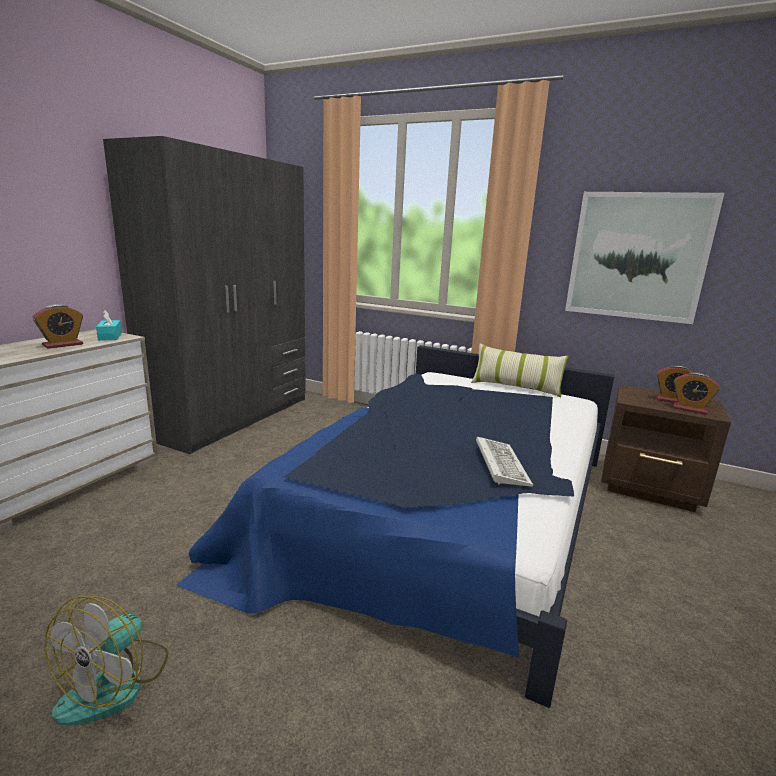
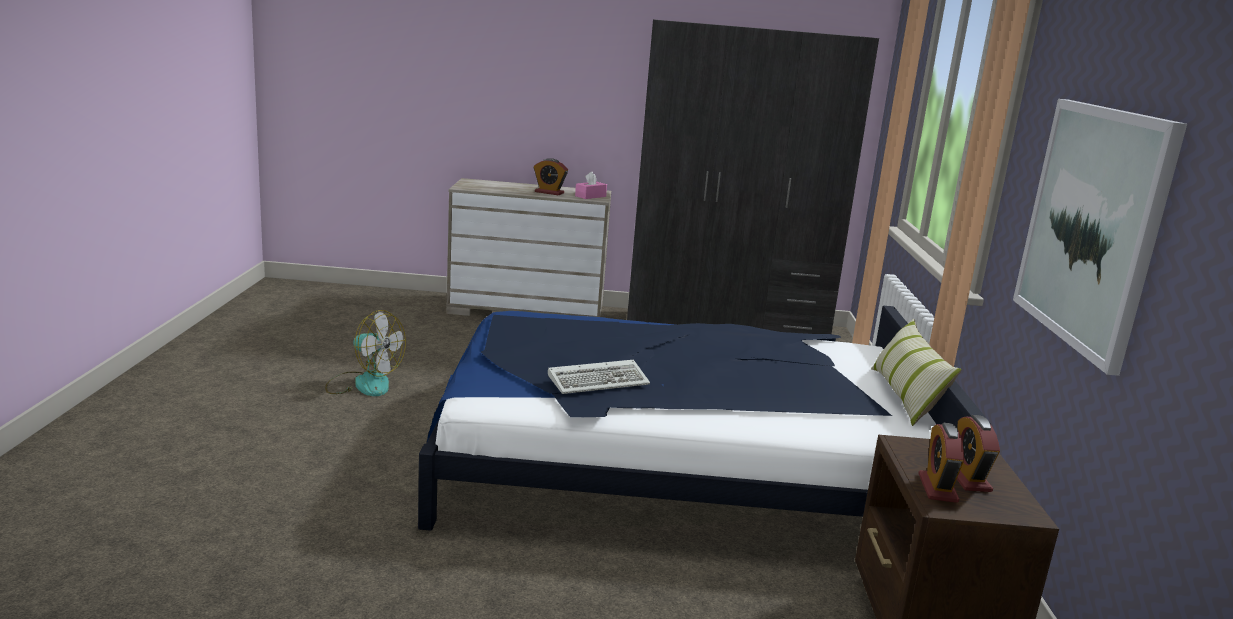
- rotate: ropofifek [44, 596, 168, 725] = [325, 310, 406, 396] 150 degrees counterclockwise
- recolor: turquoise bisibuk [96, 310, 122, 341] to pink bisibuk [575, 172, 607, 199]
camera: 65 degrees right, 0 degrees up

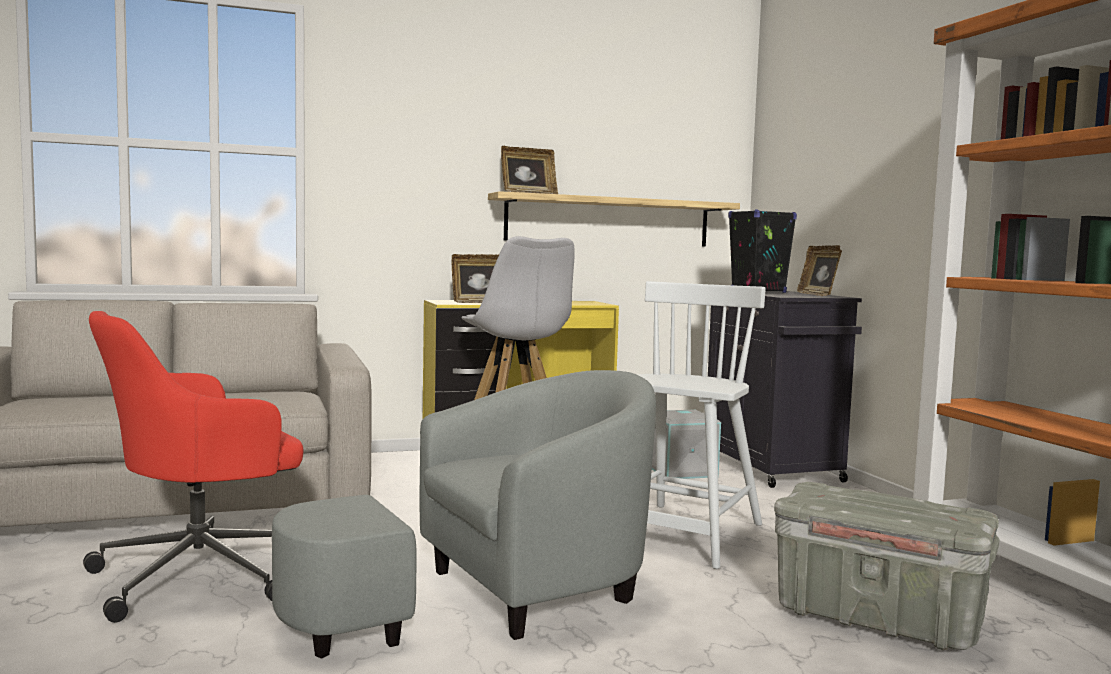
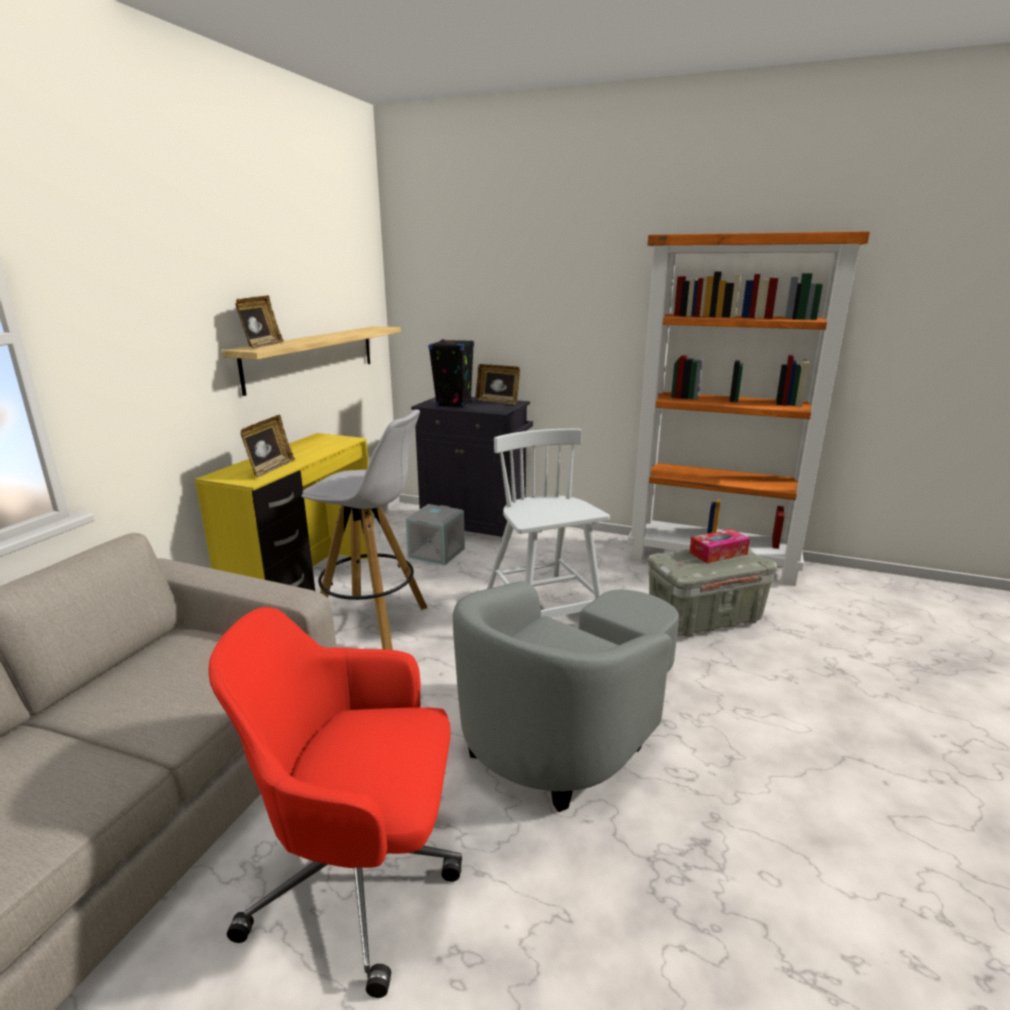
- rotate: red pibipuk [83, 311, 304, 623] = [208, 607, 462, 998] 90 degrees clockwise
- rotate: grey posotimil [272, 370, 656, 659] = [453, 581, 679, 812] 150 degrees counterclockwise
- insert: bisibuk [689, 529, 750, 564]
camera: 50 degrees left, 15 degrees up

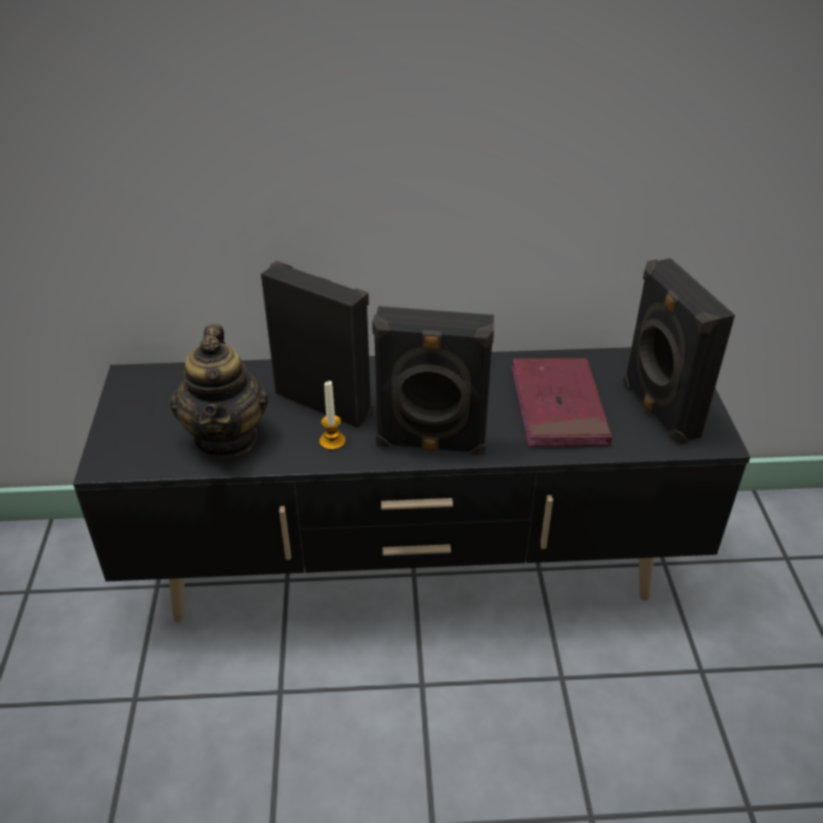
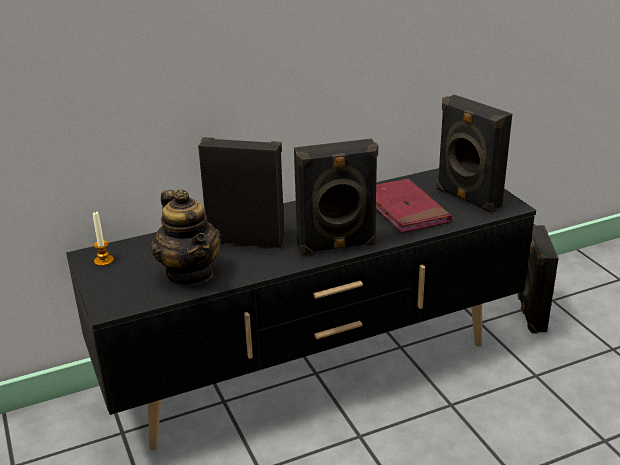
- move: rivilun [319, 381, 346, 450] to [93, 212, 114, 266]
- insert: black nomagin [518, 224, 559, 333]
camera: 20 degrees left, 10 degrees down

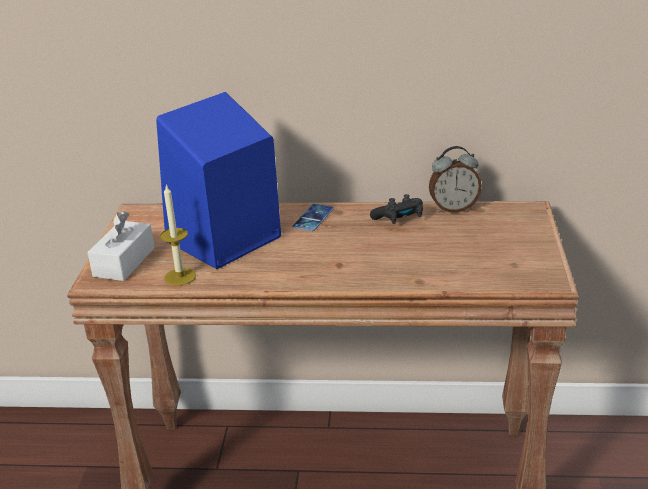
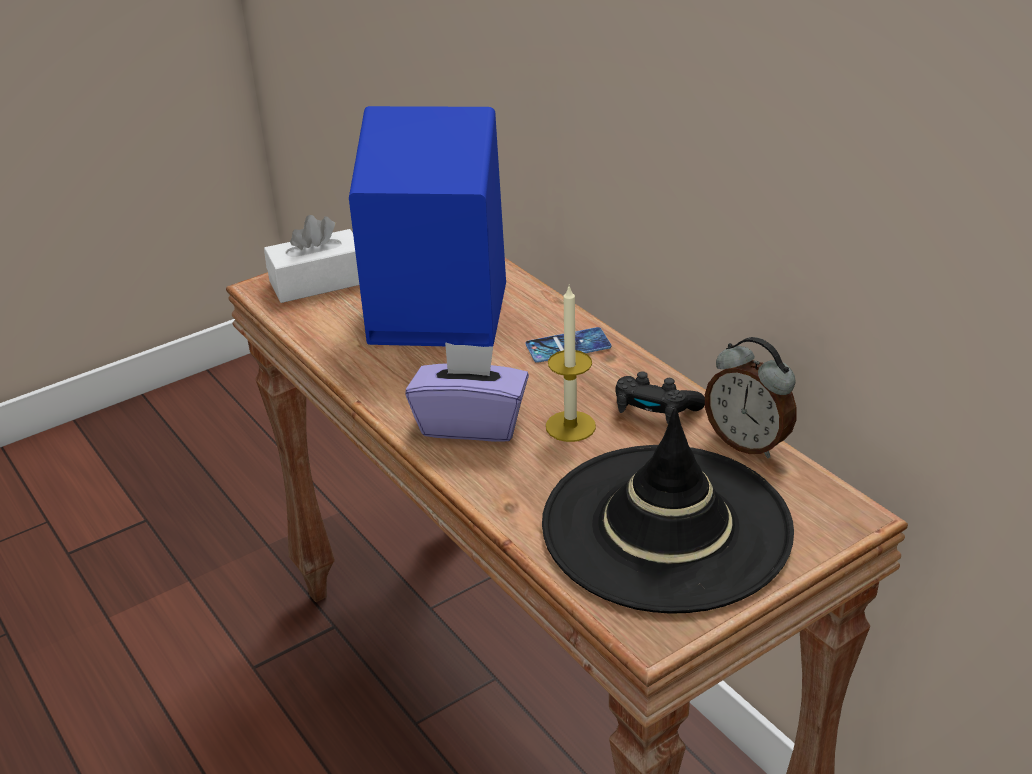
- move: rivilun [160, 184, 196, 286] to [546, 284, 596, 442]
- insert: purple bisibuk [405, 342, 529, 442]
- insert: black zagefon [542, 408, 794, 614]
camera: 50 degrees right, 5 degrees up

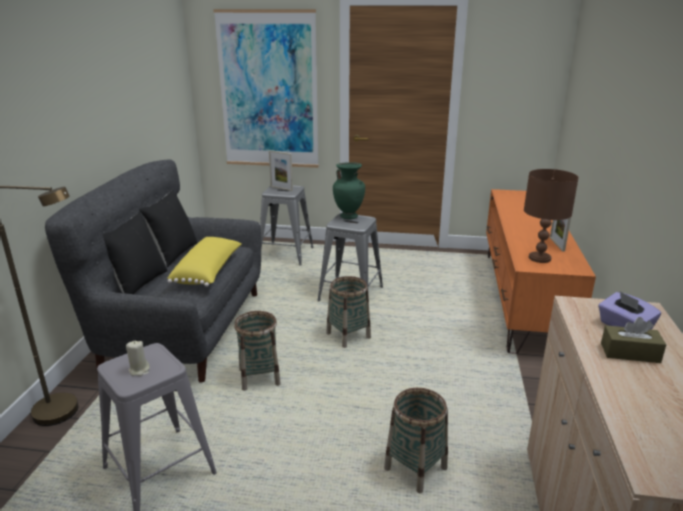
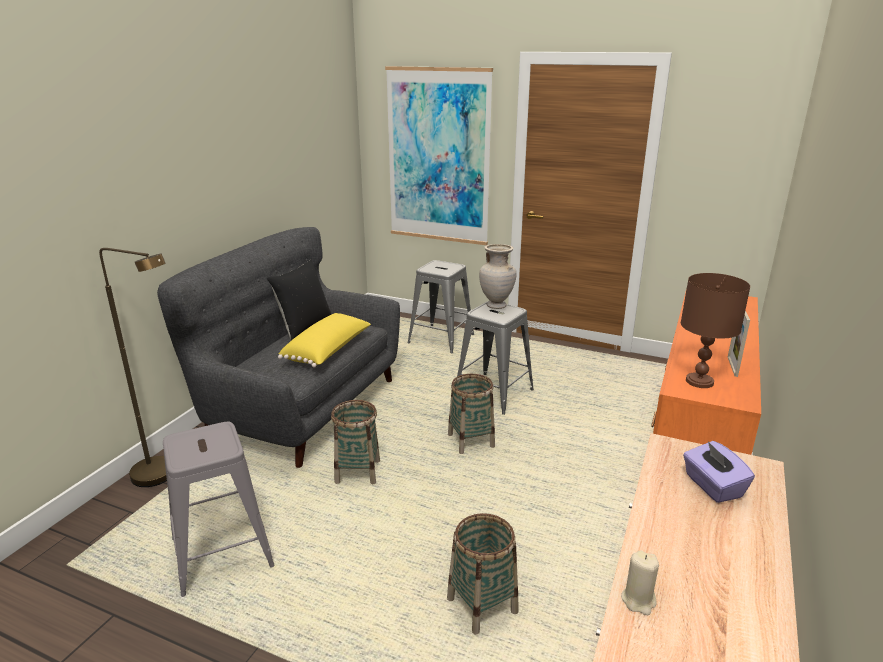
- delete: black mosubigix [103, 212, 168, 294]
- move: beige rivilun [126, 341, 150, 376] to [621, 550, 659, 615]
- delete: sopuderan [269, 150, 293, 191]
- recolor: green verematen [333, 162, 365, 219] to beige verematen [479, 244, 517, 309]
- delete: brown bisibuk [601, 317, 666, 363]
camera: 15 degrees right, 0 degrees up

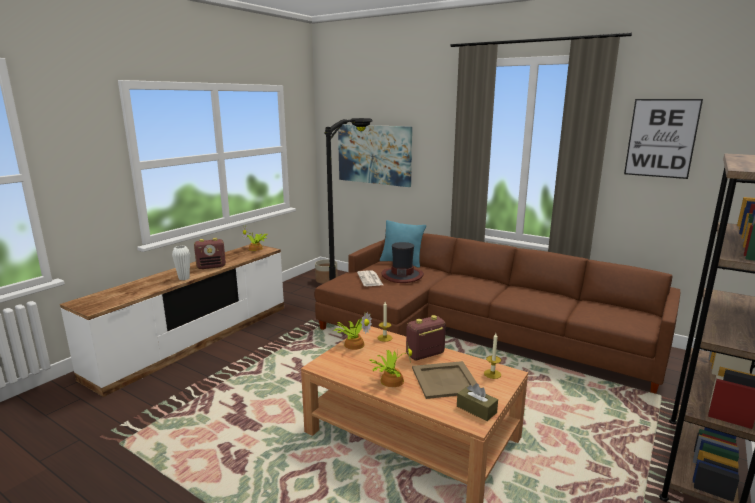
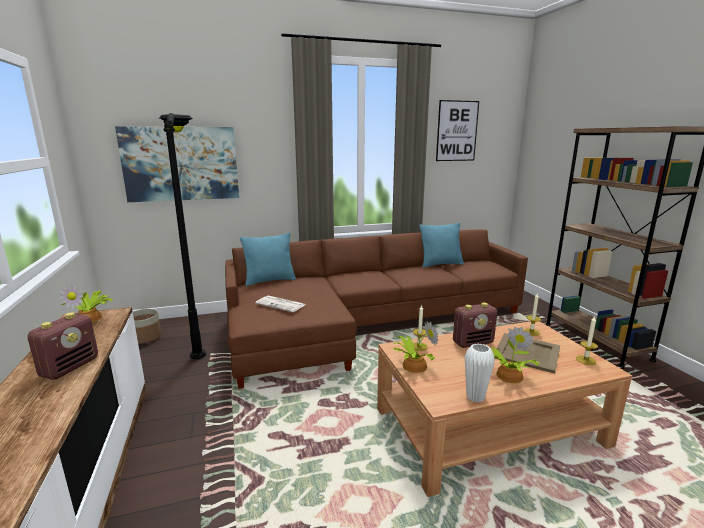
- move: white verematen [172, 246, 190, 280] to [465, 344, 495, 403]
- delete: zagefon [382, 242, 424, 283]
- rotate: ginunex [406, 315, 446, 360] = [453, 302, 497, 348] 120 degrees counterclockwise
- replace: brown bisibuk [457, 383, 498, 421] to rivilun [576, 316, 598, 365]
- insert: turquoise mosubigix [419, 222, 464, 268]
camera: 50 degrees left, 0 degrees up

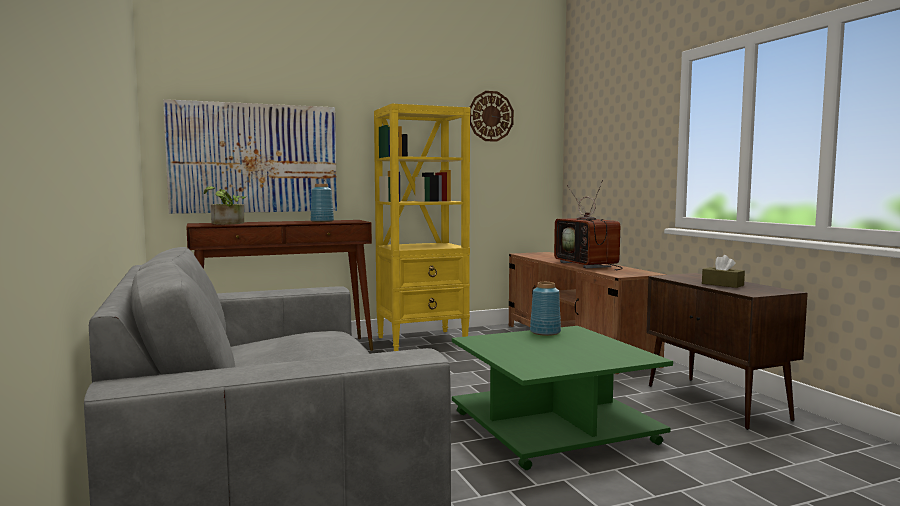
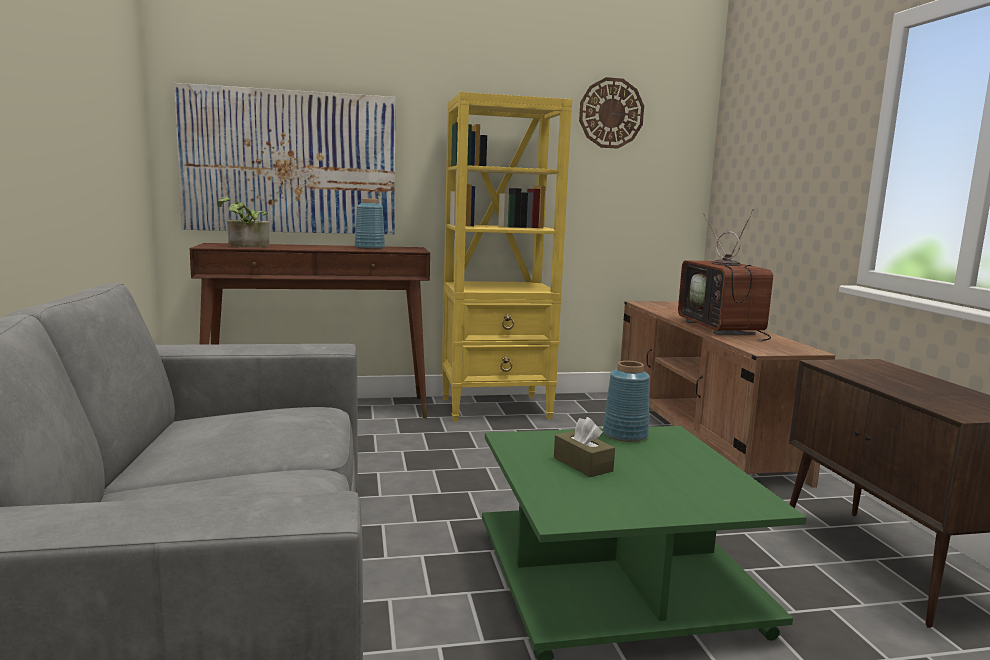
- move: brown bisibuk [702, 255, 745, 288] to [554, 417, 615, 477]
camera: 10 degrees right, 5 degrees up

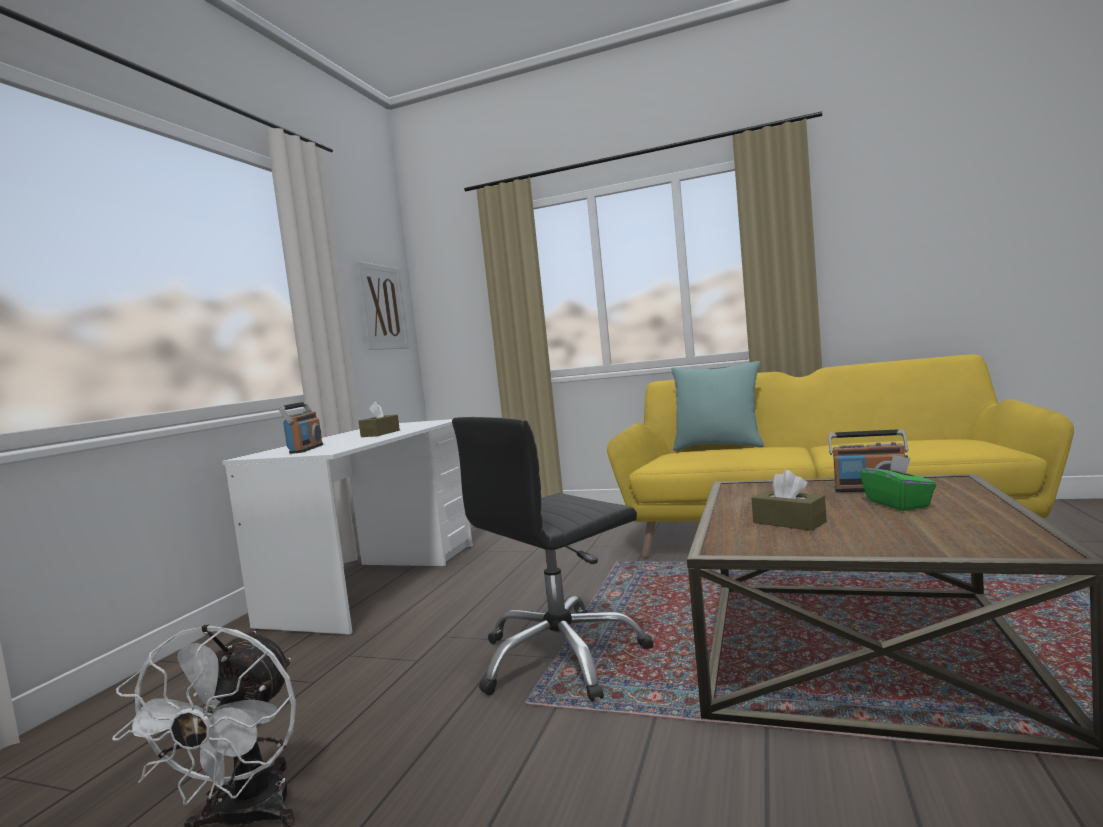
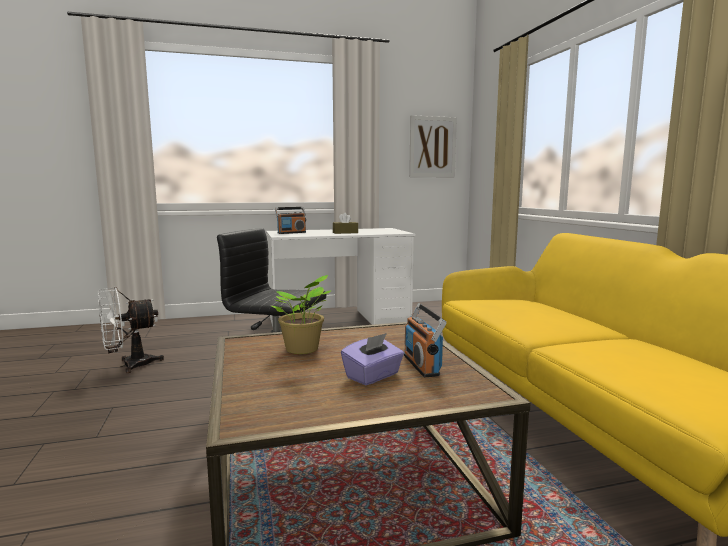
- delete: turquoise mosubigix [671, 361, 764, 451]
- replace: brown bisibuk [751, 470, 827, 531] to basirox [271, 275, 331, 354]
- recolor: green bisibuk [860, 454, 937, 511] to purple bisibuk [341, 333, 404, 385]
camera: 55 degrees right, 5 degrees up

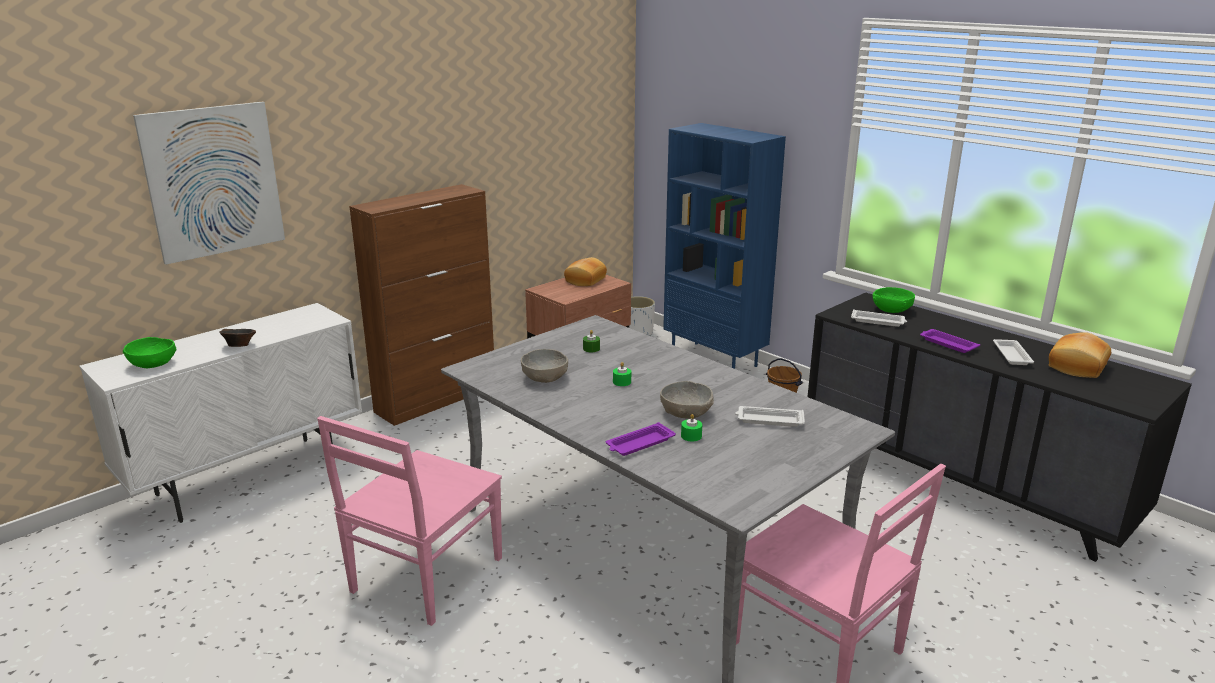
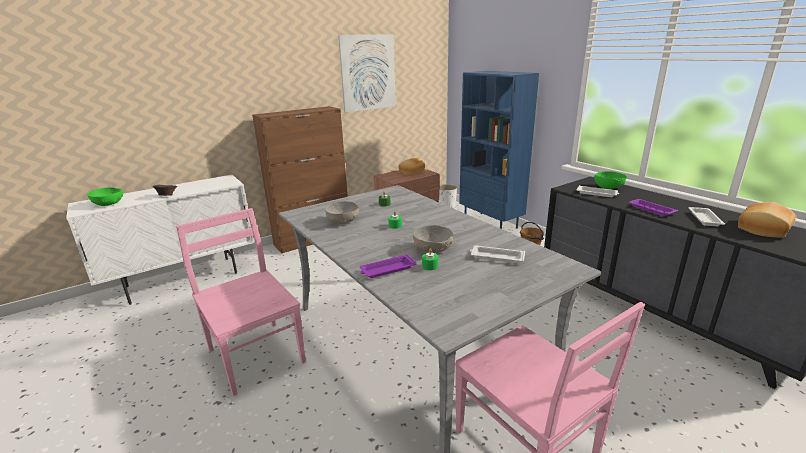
- move: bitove [133, 102, 285, 265] to [338, 34, 396, 113]
- rotate: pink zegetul [317, 416, 502, 626] = [176, 208, 306, 396] 105 degrees clockwise
camera: 10 degrees right, 0 degrees up

